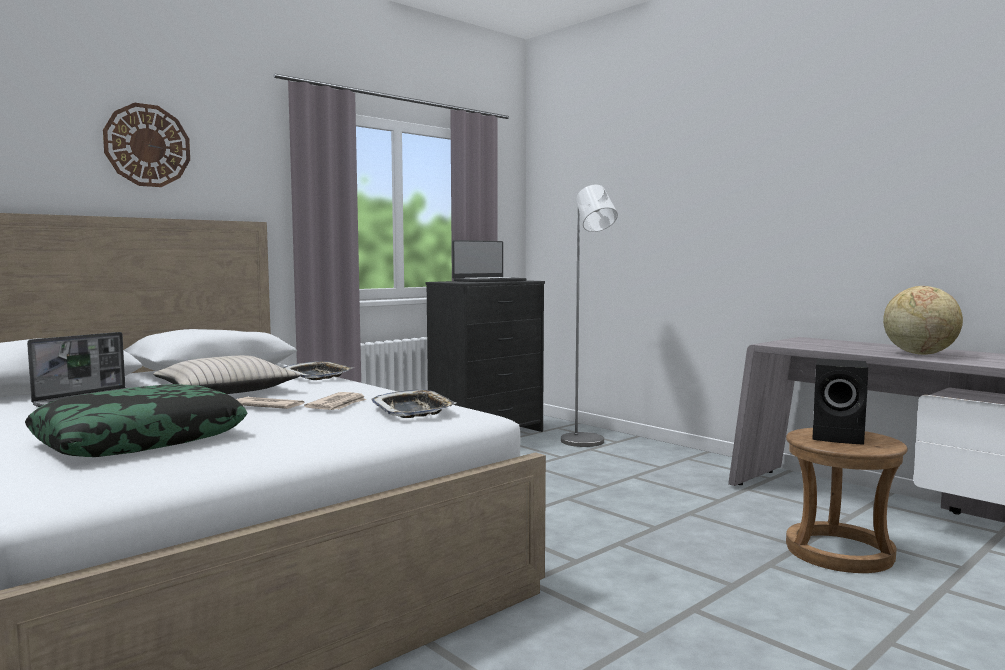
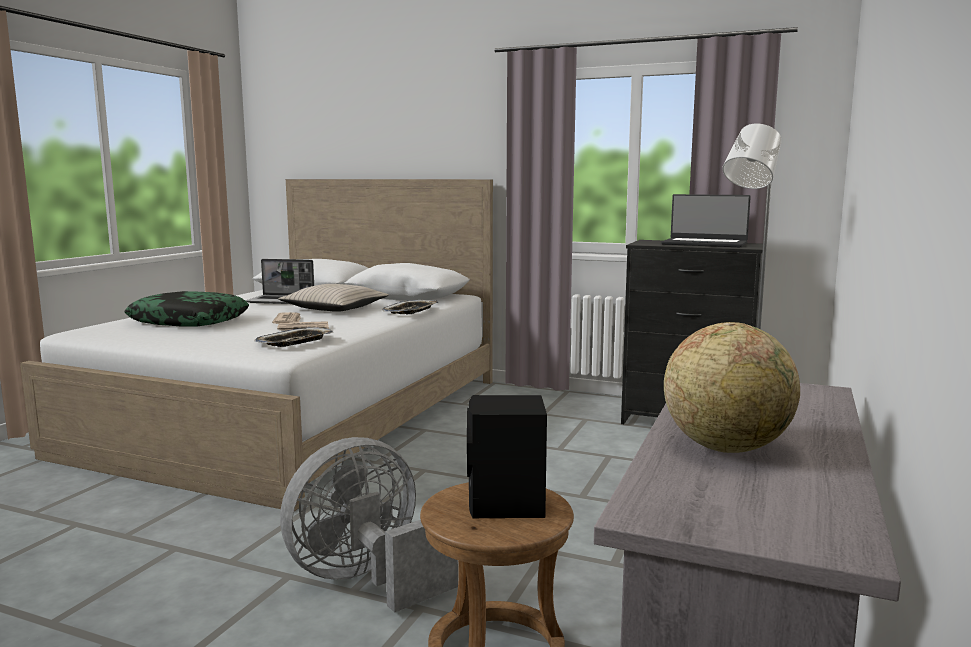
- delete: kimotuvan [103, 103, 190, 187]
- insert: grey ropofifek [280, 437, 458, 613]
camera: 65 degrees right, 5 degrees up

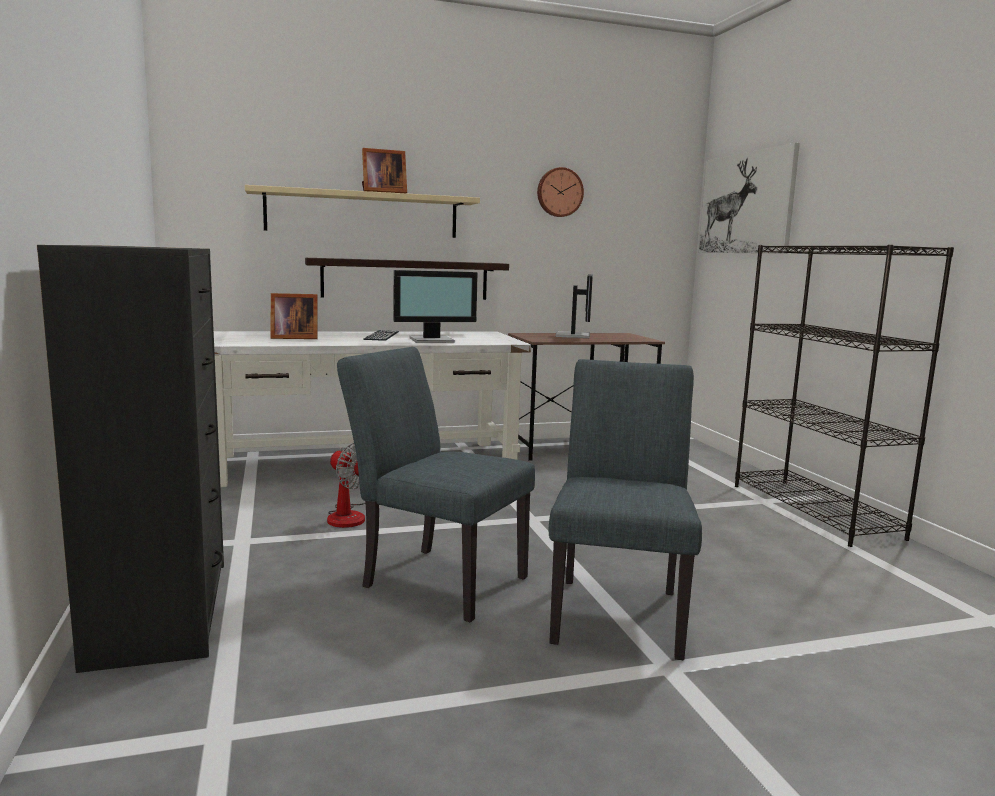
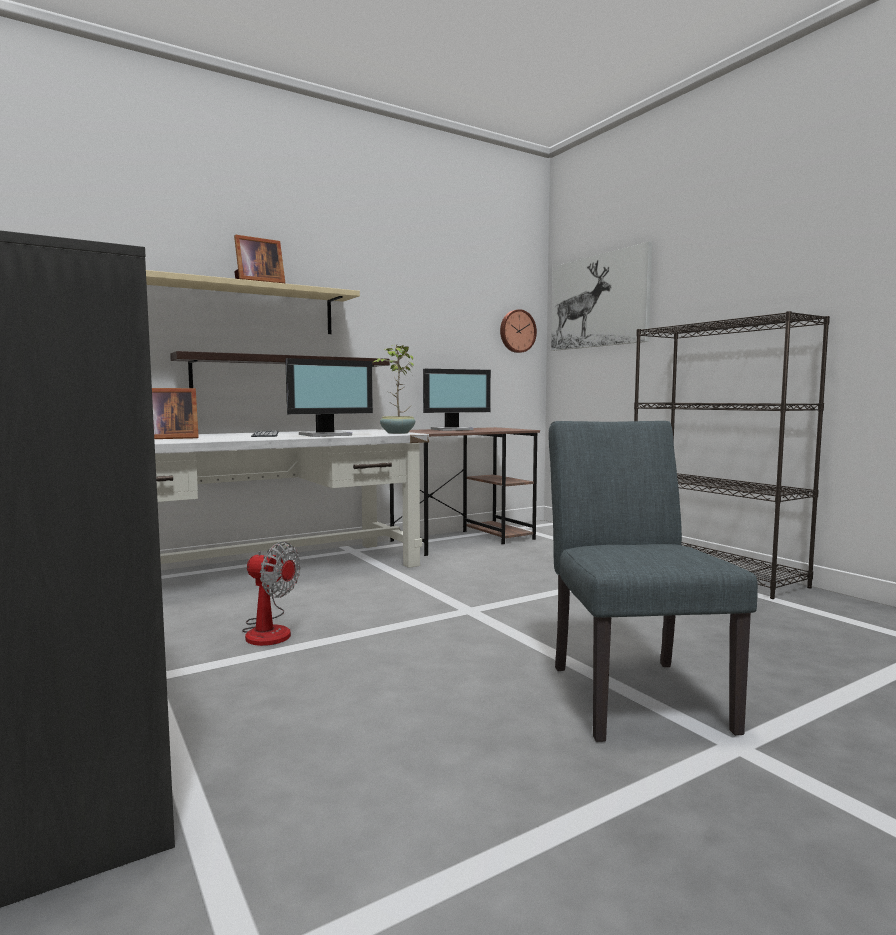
- delete: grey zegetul [337, 347, 535, 622]
- move: kimotuvan [537, 167, 584, 217] to [500, 309, 537, 353]
- rotate: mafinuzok [556, 274, 593, 338] = [423, 369, 491, 431] 75 degrees clockwise
- insert: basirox [372, 345, 415, 434]
camera: 15 degrees left, 5 degrees down

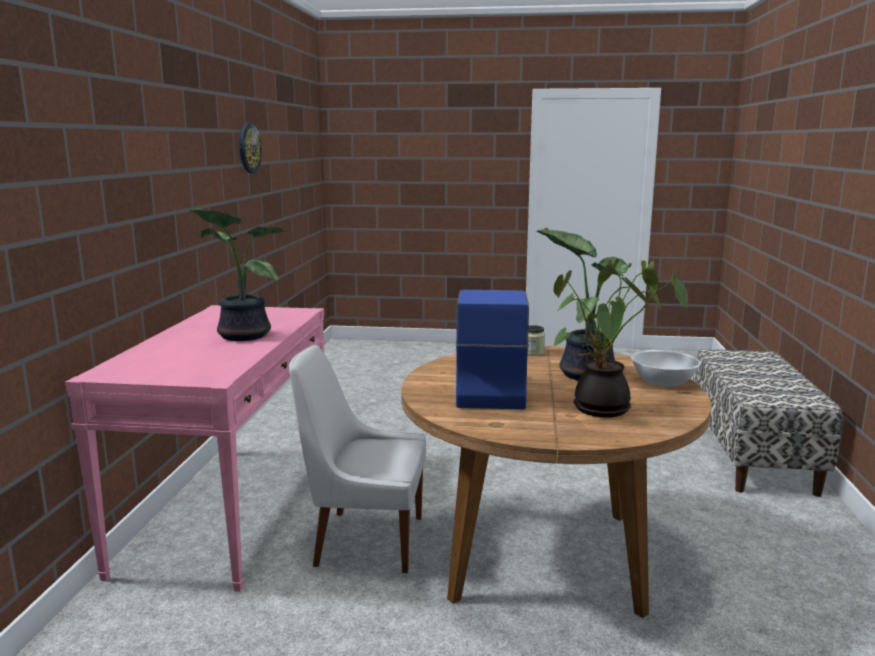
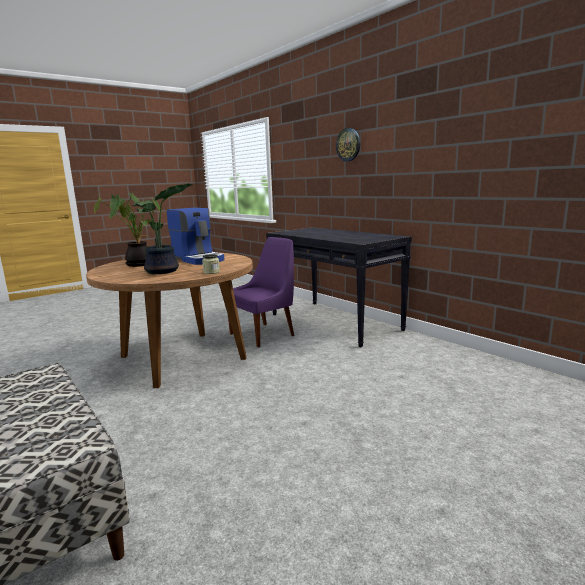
- recolor: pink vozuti [65, 305, 325, 592] to black vozuti [266, 227, 412, 347]
- delete: basirox [189, 208, 286, 341]
- move: kimotuvan [239, 123, 262, 173] to [336, 128, 360, 161]
- recolor: white zegetul [289, 345, 426, 573] to purple zegetul [228, 237, 294, 347]
- delete: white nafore [631, 350, 701, 387]
camera: 135 degrees right, 0 degrees up

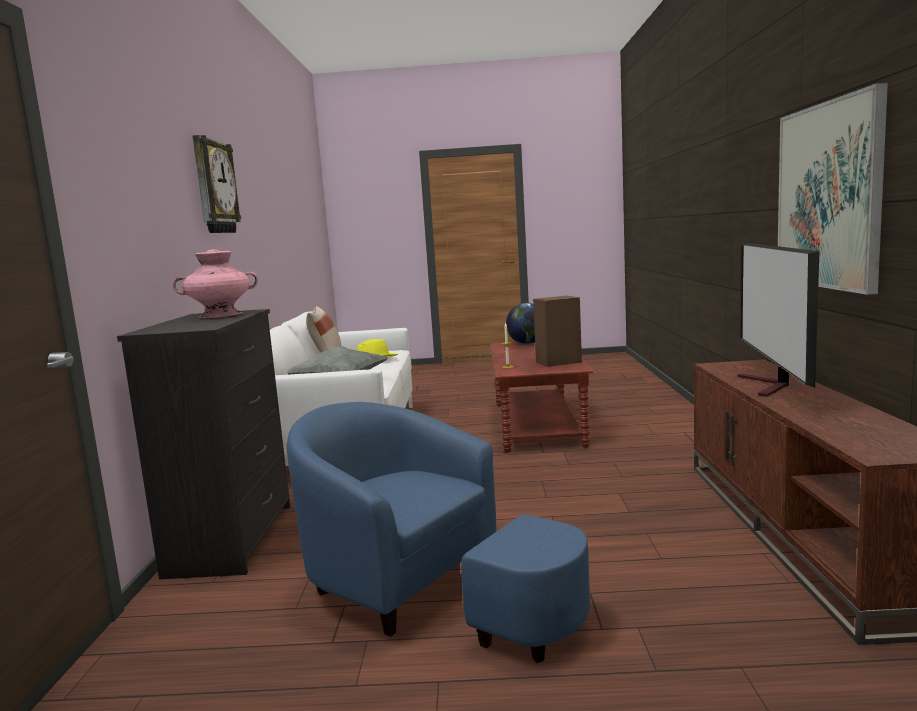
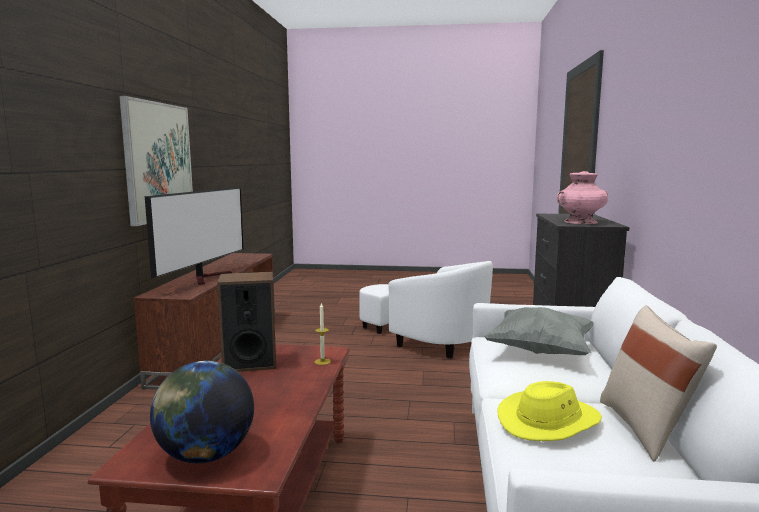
- delete: kimotuvan [193, 135, 241, 233]
- recolor: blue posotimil [287, 402, 590, 663] to white posotimil [359, 261, 493, 358]
camera: 175 degrees left, 0 degrees up

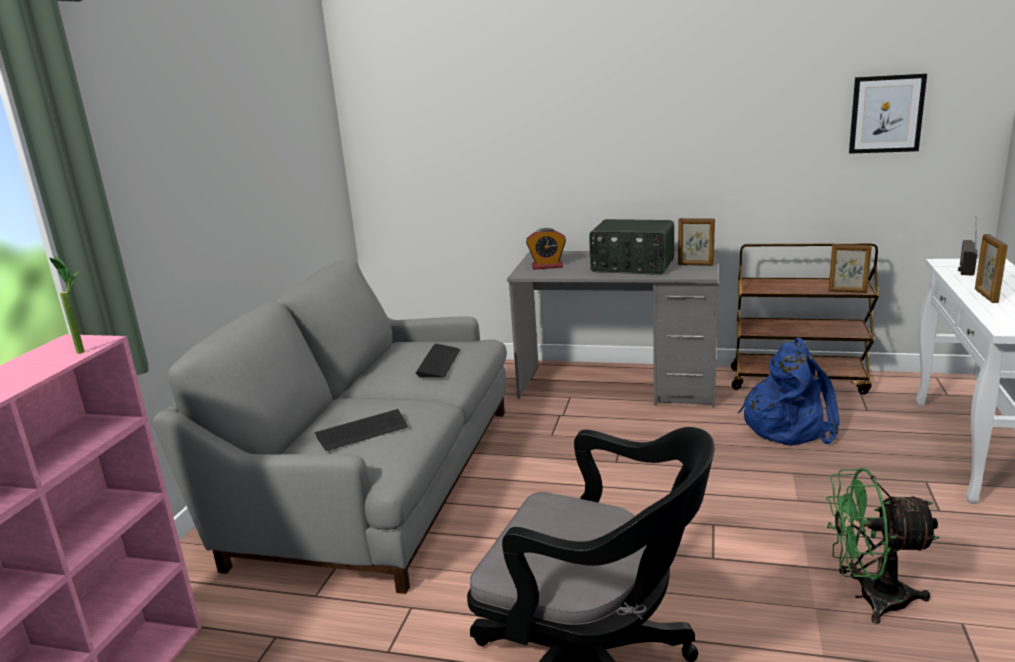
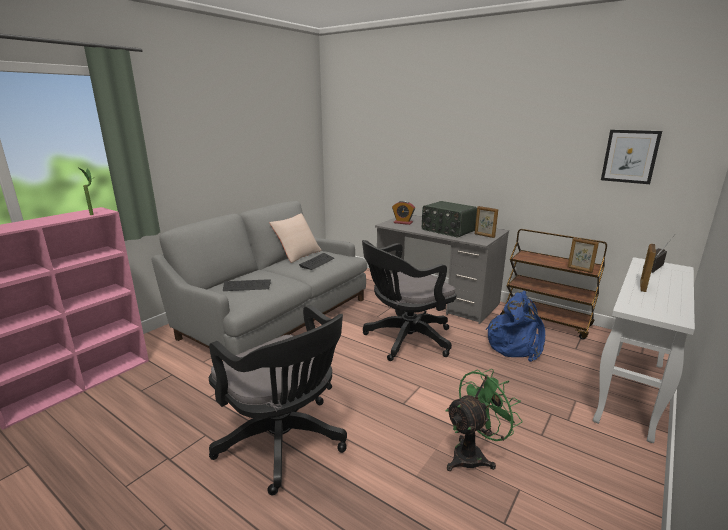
- rotate: green ropofifek [826, 468, 940, 624] = [446, 369, 523, 471] 120 degrees clockwise
- insert: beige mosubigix [270, 213, 322, 263]
- insert: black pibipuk [362, 240, 457, 361]
camera: 20 degrees right, 0 degrees up

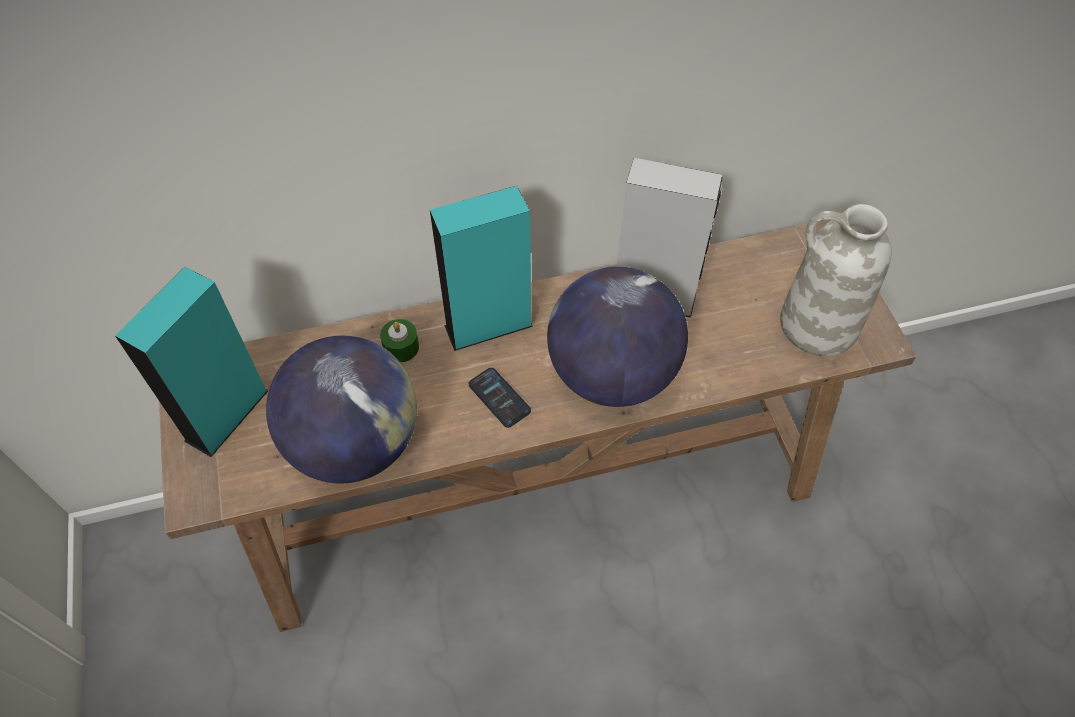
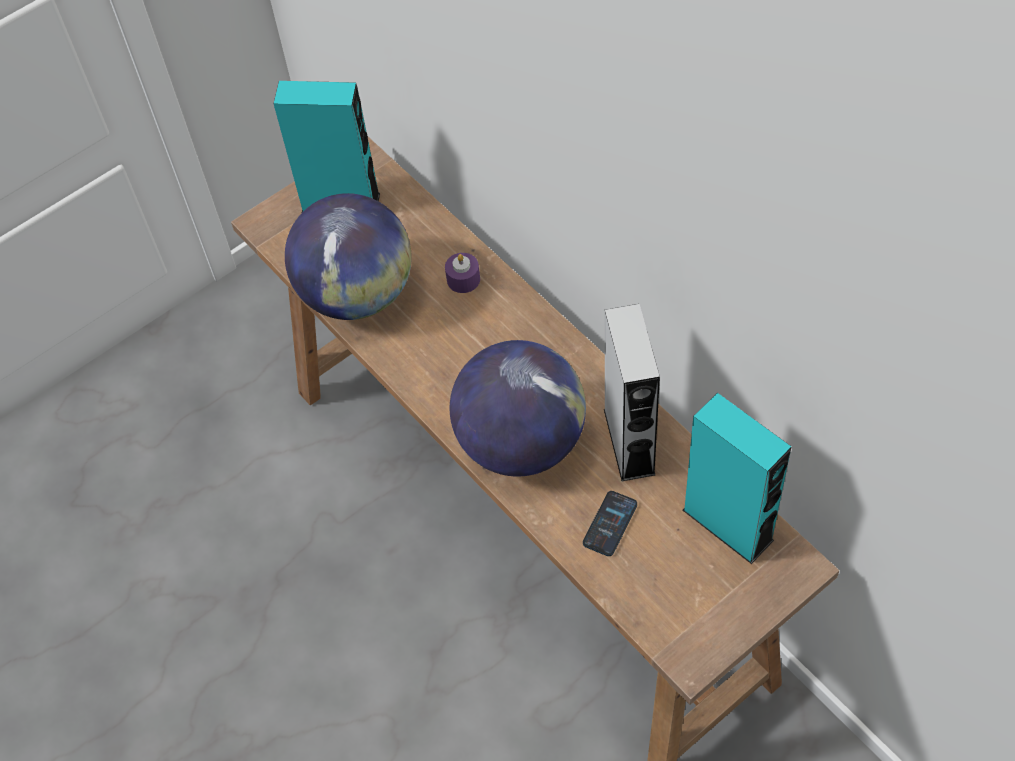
- recolor: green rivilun [380, 319, 419, 362] to purple rivilun [445, 253, 480, 293]
- move: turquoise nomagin [430, 186, 533, 351] to [682, 393, 792, 564]
- move: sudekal [469, 368, 531, 428] to [583, 491, 637, 556]
- delete: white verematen [780, 204, 892, 356]
camera: 70 degrees right, 0 degrees up

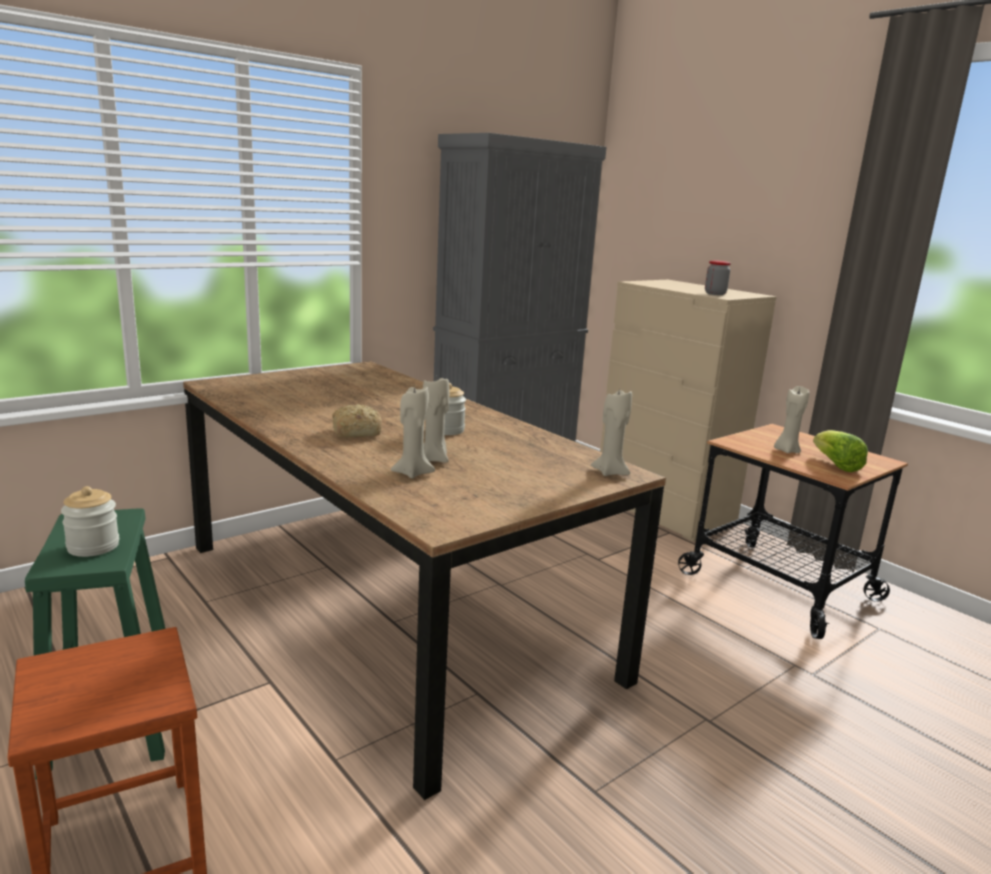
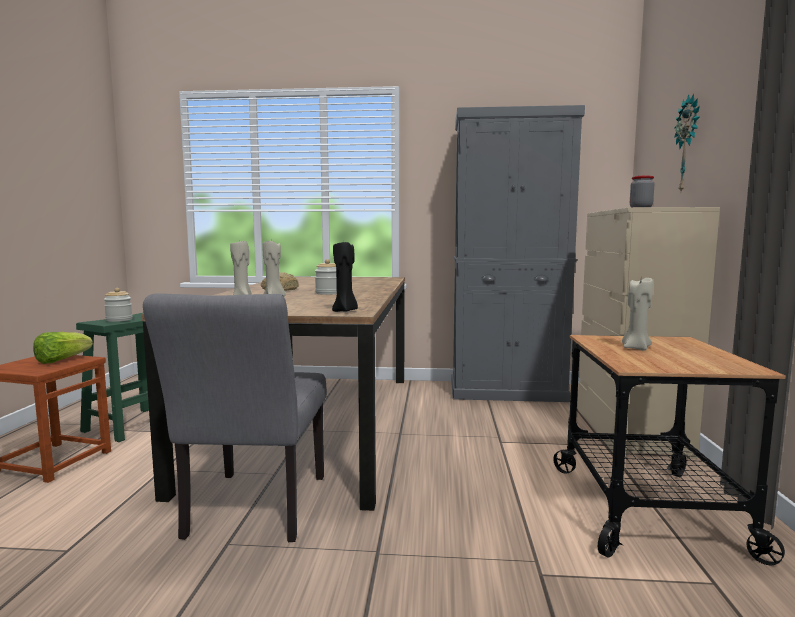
- recolor: beige rivilun [591, 390, 632, 476] to black rivilun [332, 240, 358, 312]
- move: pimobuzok [813, 430, 868, 472] to [33, 332, 93, 364]
- insert: grey zegetul [143, 293, 327, 542]
- insert: kimotuvan [674, 94, 700, 192]
camera: 45 degrees right, 10 degrees down

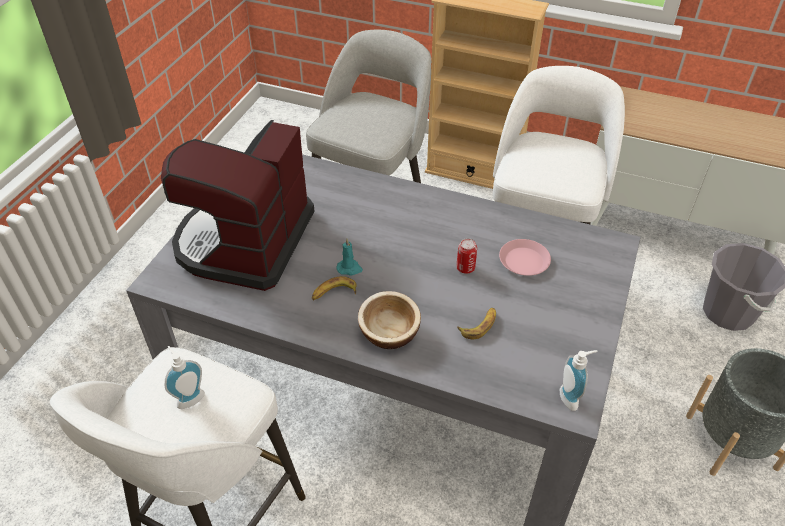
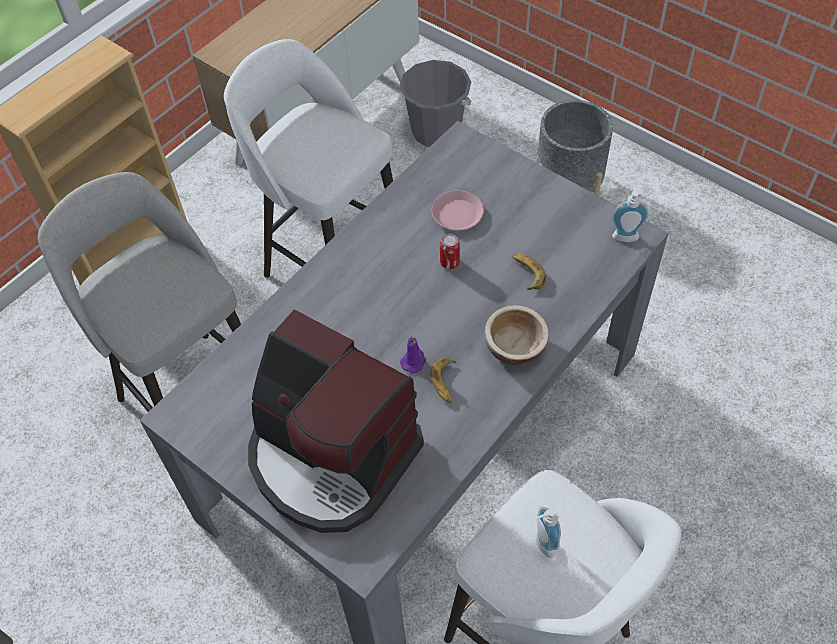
- recolor: turquoise rivilun [336, 239, 363, 276] to purple rivilun [400, 336, 426, 373]
camera: 70 degrees left, 10 degrees up

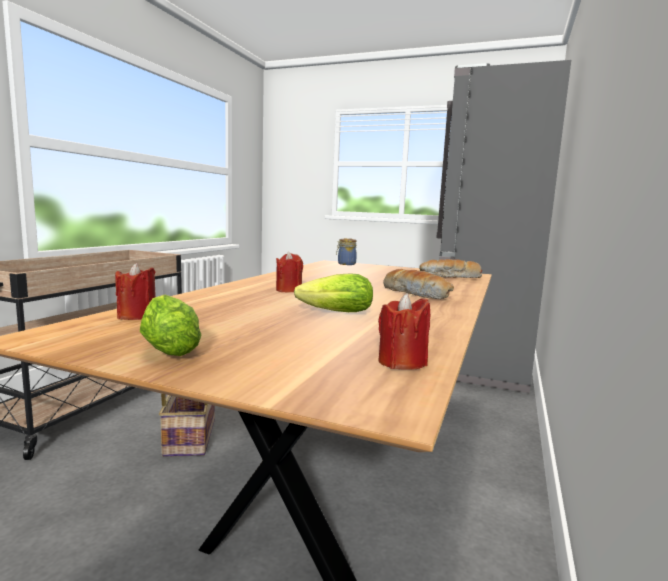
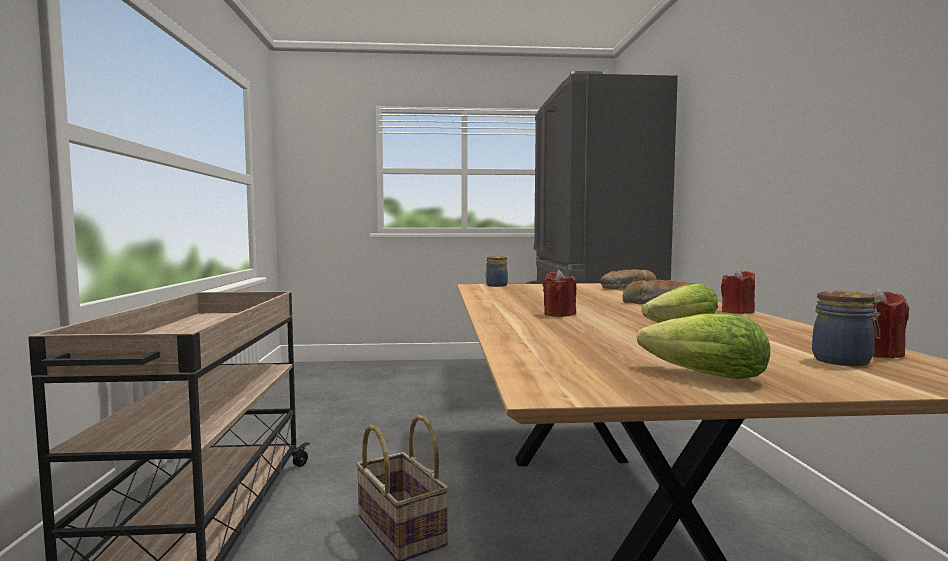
- move: red rivilun [115, 263, 156, 320] to [721, 268, 755, 314]
- insert: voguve [812, 290, 881, 366]
camera: 25 degrees left, 5 degrees down

